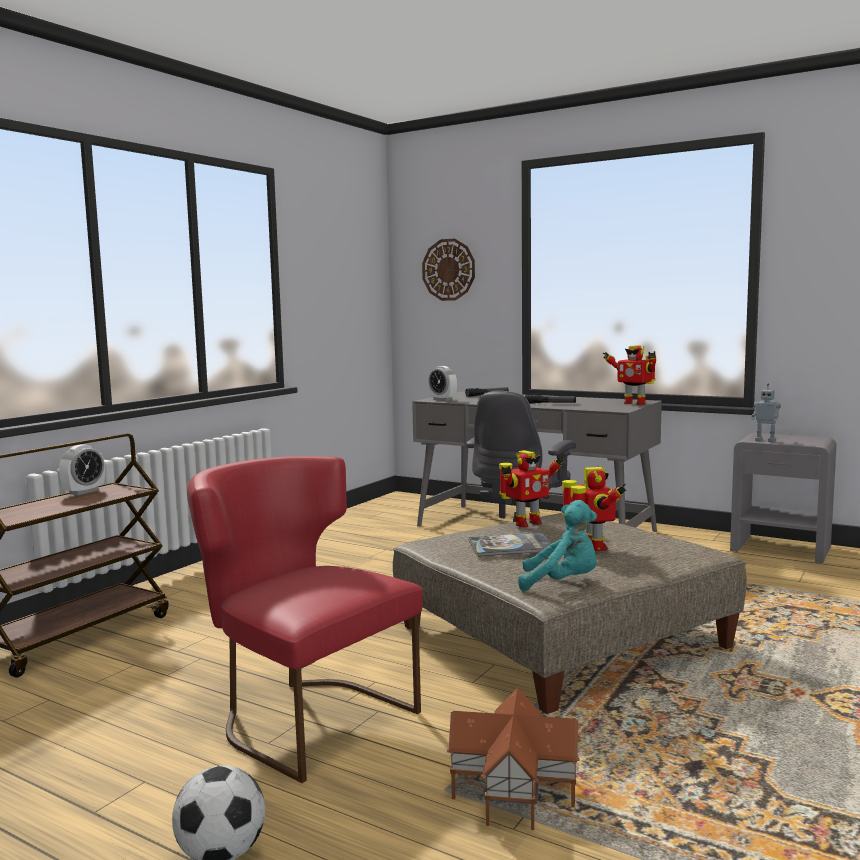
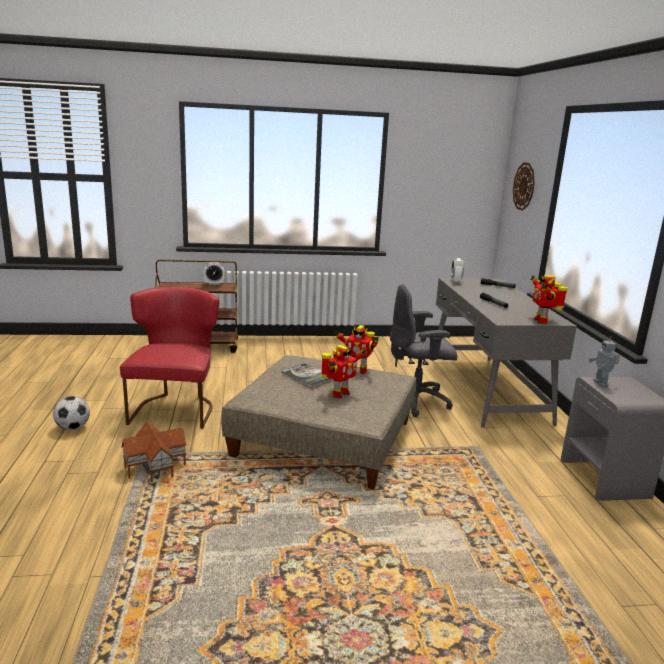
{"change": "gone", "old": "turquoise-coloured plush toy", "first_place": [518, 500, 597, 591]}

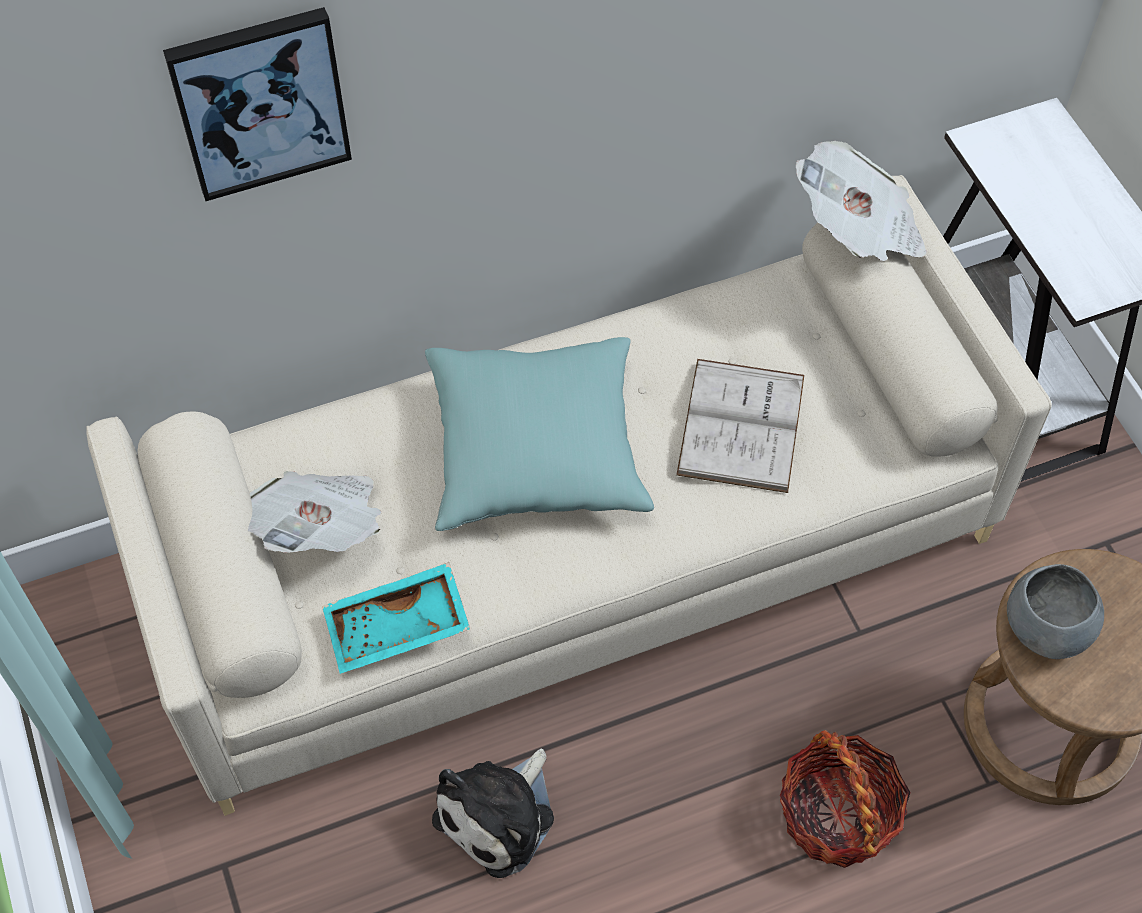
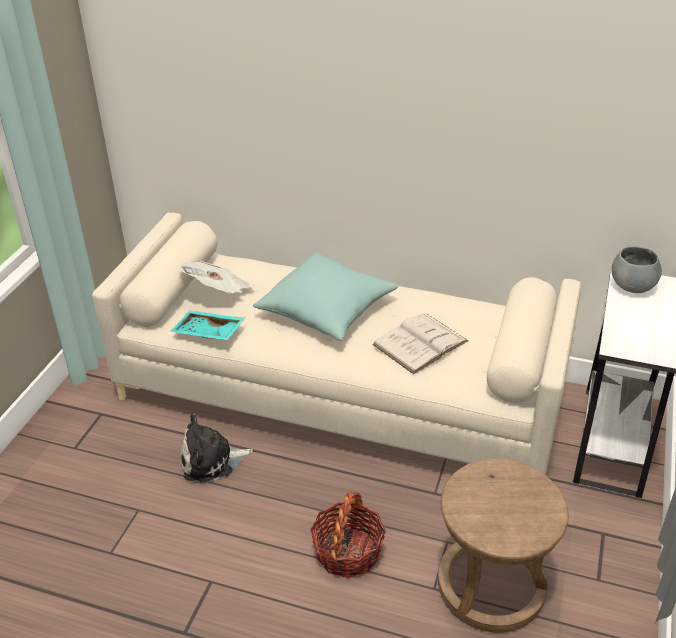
{"change": "gone", "old": "wall picture", "first_place": [163, 7, 352, 201]}
{"change": "gone", "old": "printed paper", "first_place": [796, 141, 927, 261]}
{"change": "shifted", "old": "gray deep dish", "first_place": [1007, 564, 1104, 659], "second_place": [611, 246, 662, 293]}

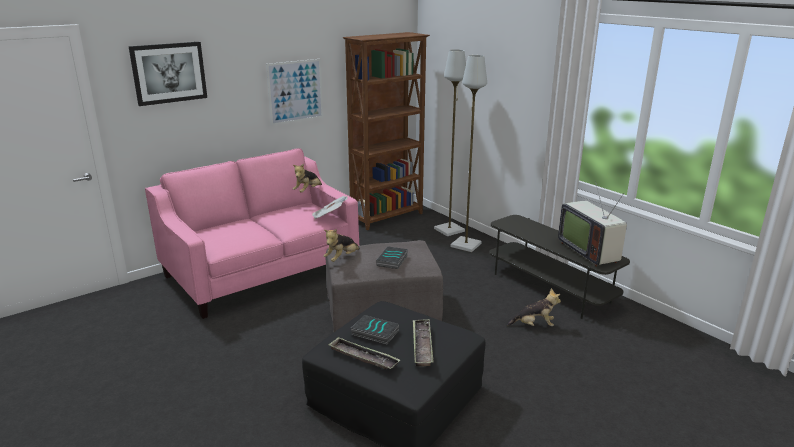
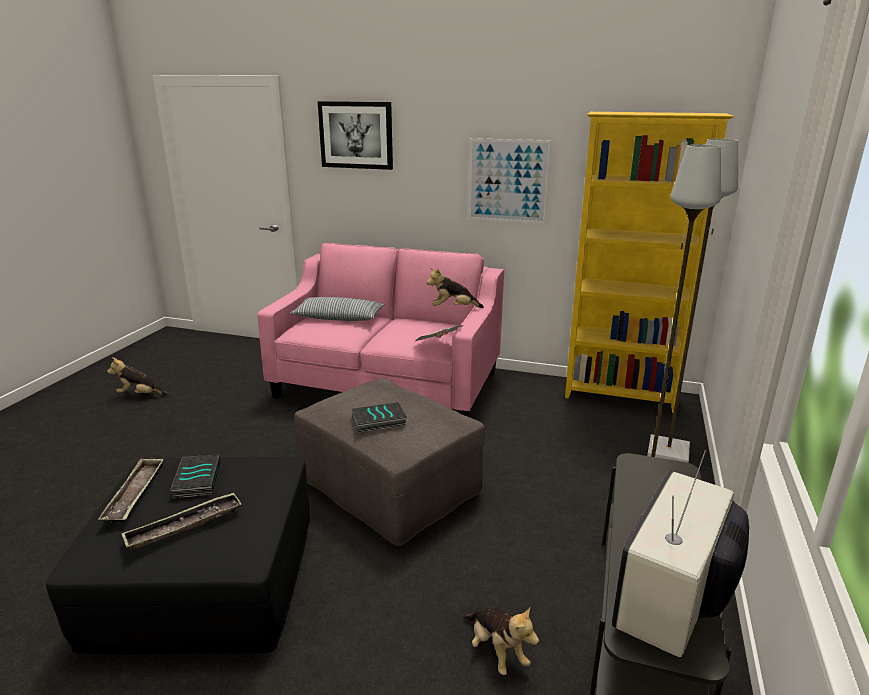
{"change": "shifted", "old": "plush toy", "first_place": [323, 229, 360, 262], "second_place": [107, 357, 170, 396]}
{"change": "repainted", "old": "brown bookcase", "new": "yellow bookcase", "first_place": [343, 32, 430, 230], "second_place": [565, 112, 734, 413]}
{"change": "new", "new": "throw pillow", "second_place": [290, 297, 385, 321]}

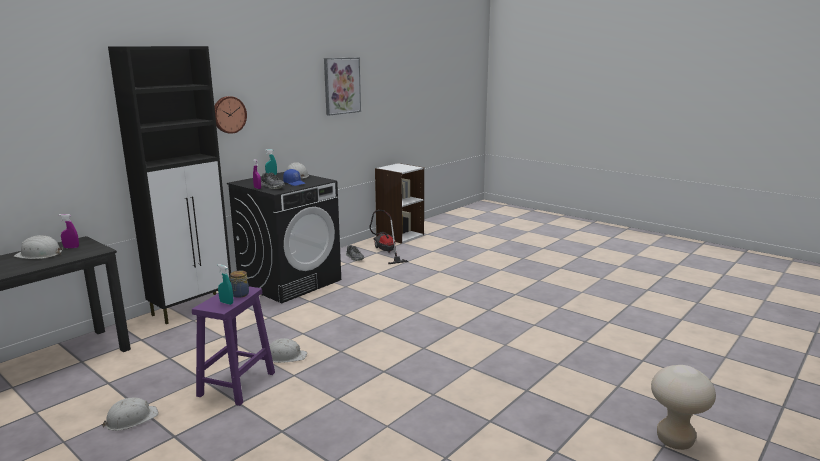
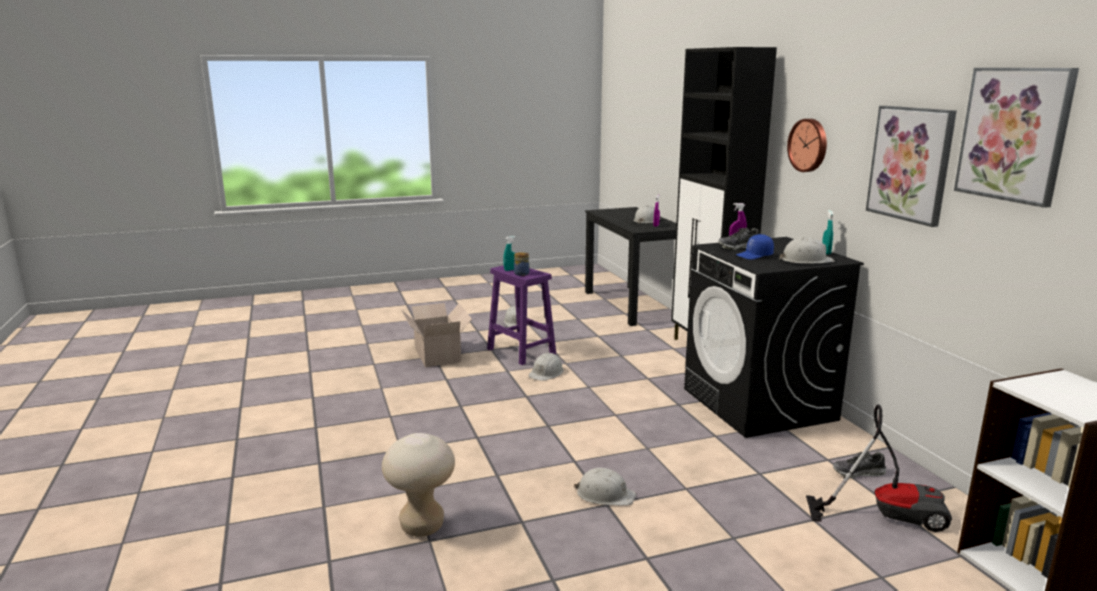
{"change": "shifted", "old": "beige-coloured stool", "first_place": [651, 365, 716, 450], "second_place": [382, 433, 455, 537]}
{"change": "new", "new": "carton", "second_place": [401, 303, 472, 367]}
{"change": "new", "new": "white-coloured hard hat", "second_place": [574, 468, 636, 506]}
{"change": "new", "new": "wall picture", "second_place": [866, 106, 957, 227]}

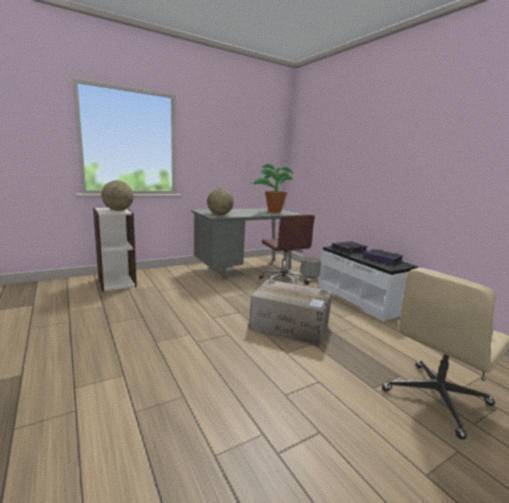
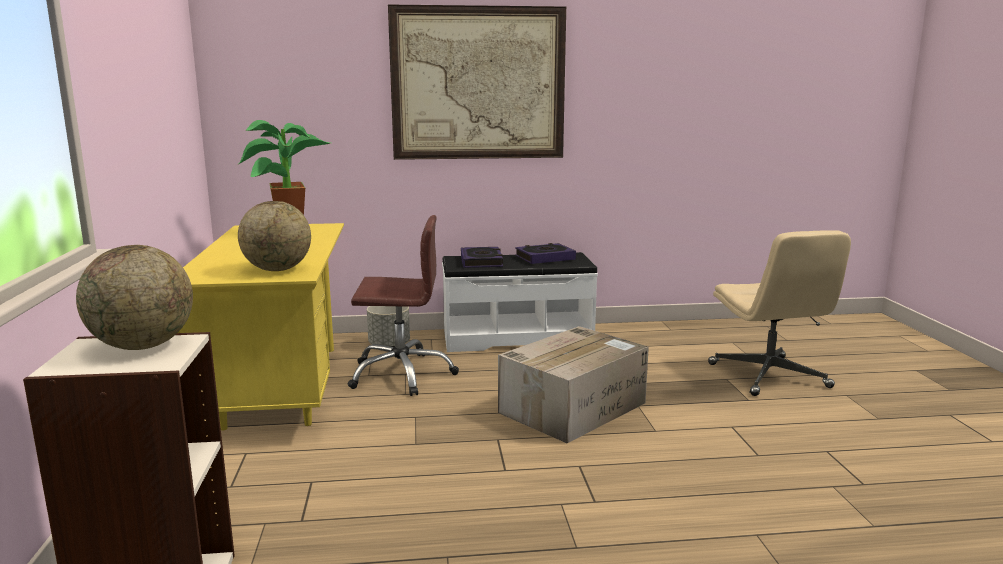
{"change": "repainted", "old": "gray desk table", "new": "yellow desk table", "first_place": [191, 208, 302, 279], "second_place": [178, 223, 344, 431]}
{"change": "new", "new": "wall picture", "second_place": [388, 5, 566, 160]}

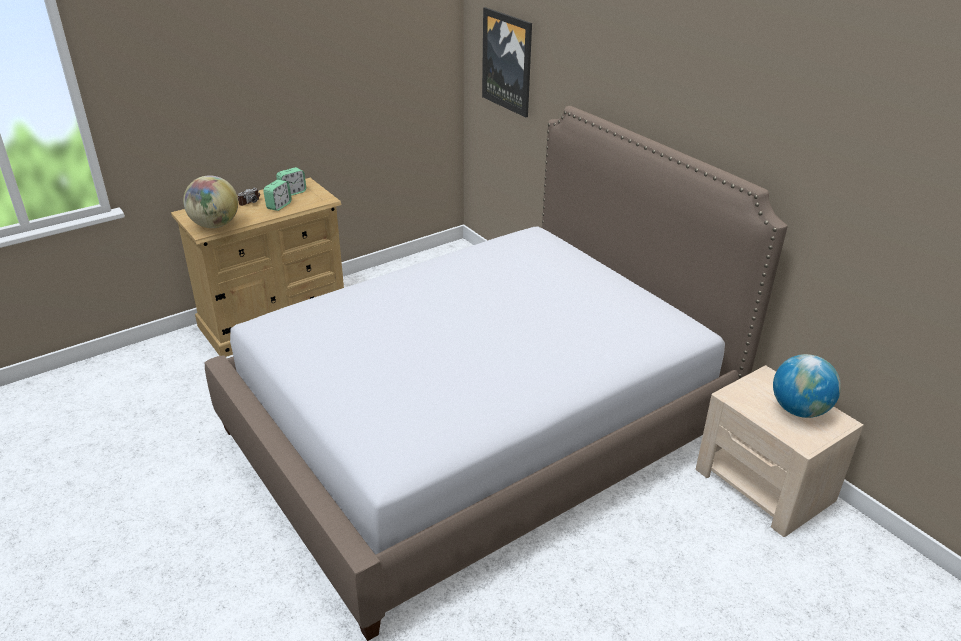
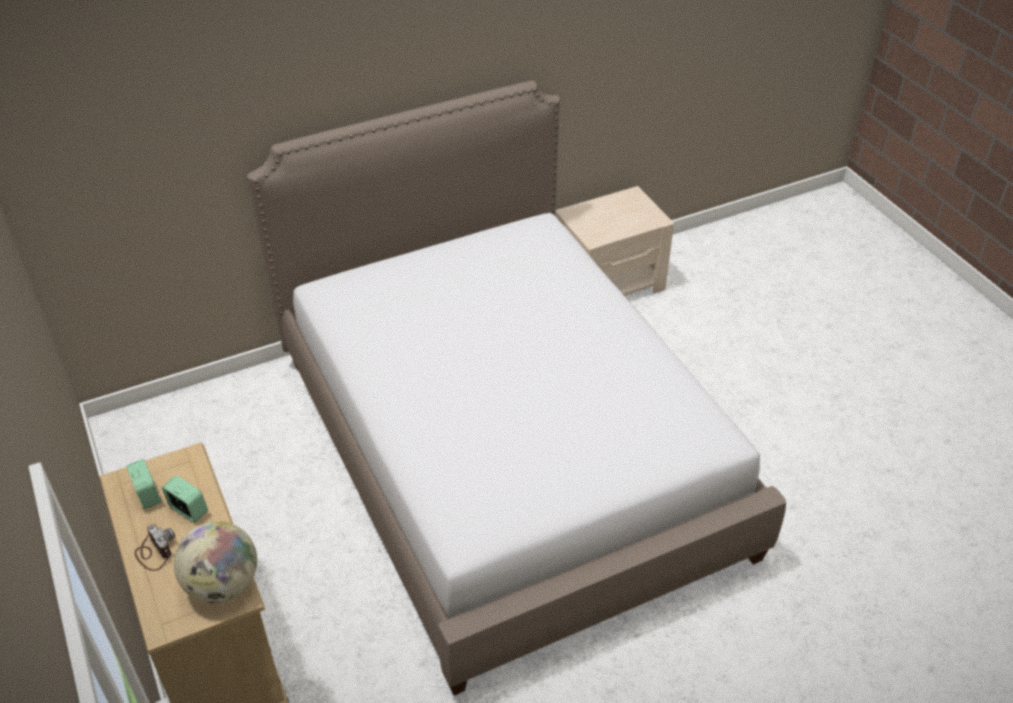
{"change": "gone", "old": "wall picture", "first_place": [482, 7, 532, 117]}
{"change": "gone", "old": "desk globe", "first_place": [773, 354, 841, 418]}

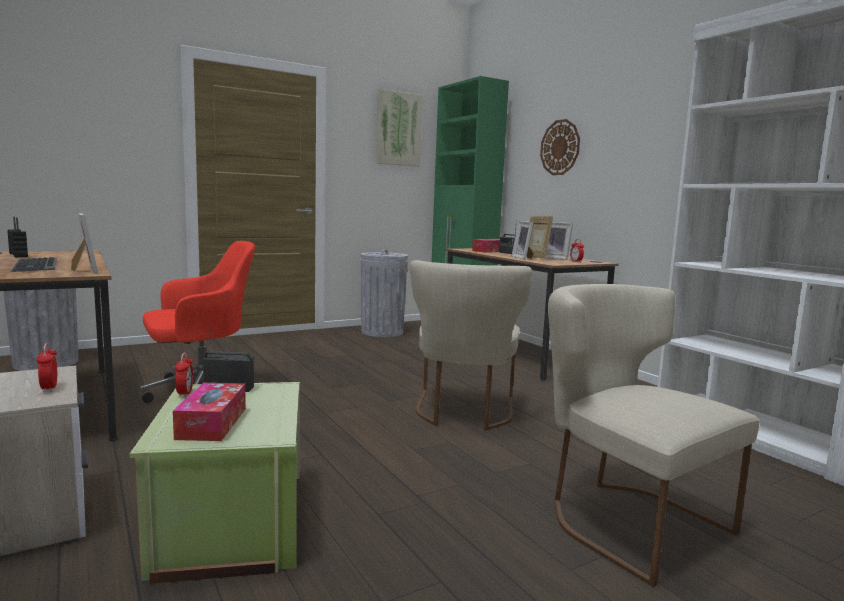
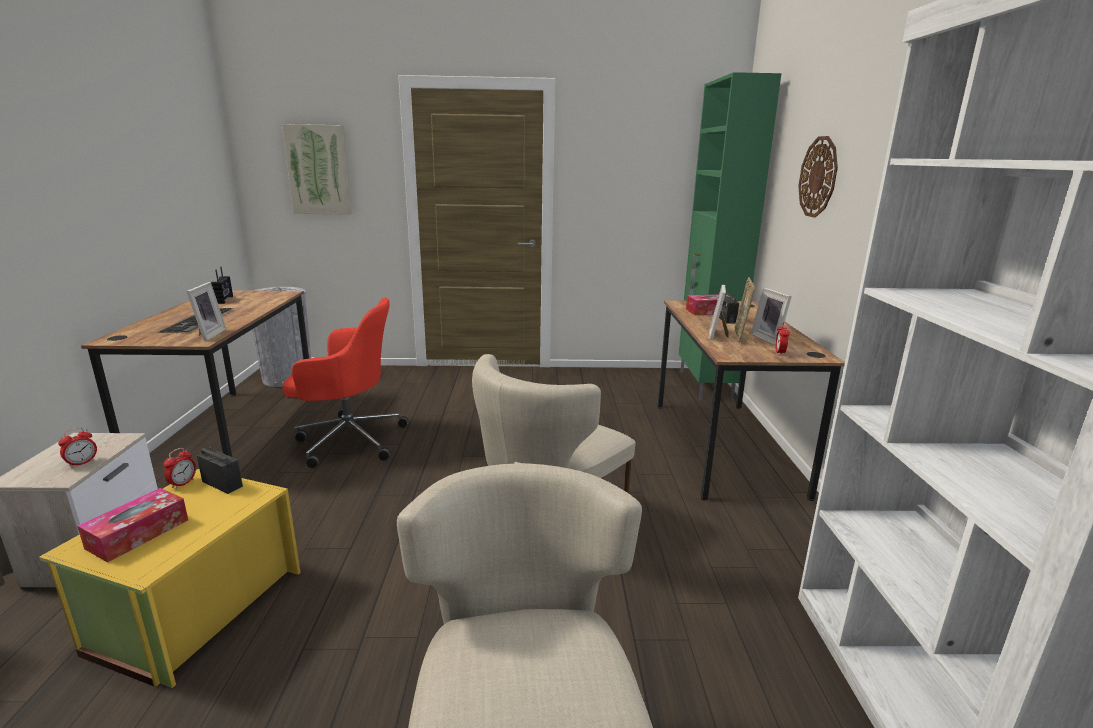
{"change": "rotated", "old": "table clock", "first_place": [36, 343, 57, 392], "second_place": [58, 428, 97, 468], "degrees": -150}
{"change": "repainted", "old": "green-coloured storage box", "new": "yellow storage box", "first_place": [130, 382, 300, 584], "second_place": [39, 469, 301, 688]}
{"change": "gone", "old": "gray trash can", "first_place": [360, 250, 408, 337]}
{"change": "shifted", "old": "wall picture", "first_place": [376, 89, 423, 167], "second_place": [282, 124, 352, 215]}

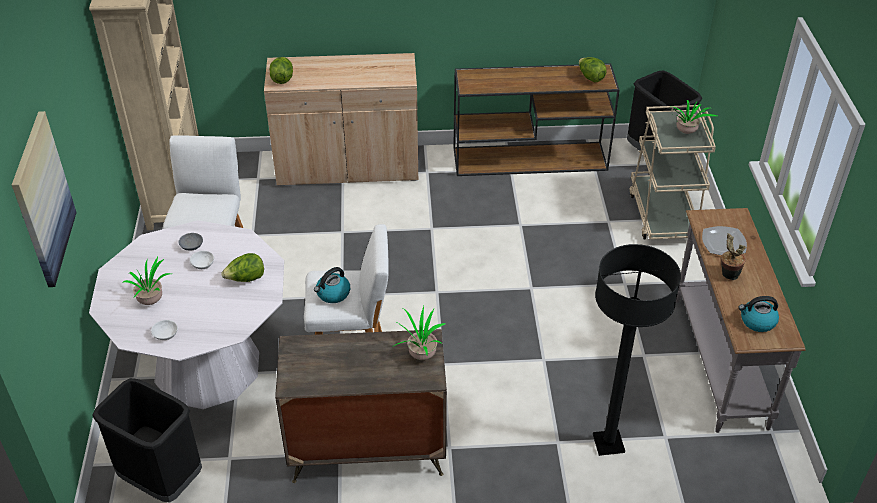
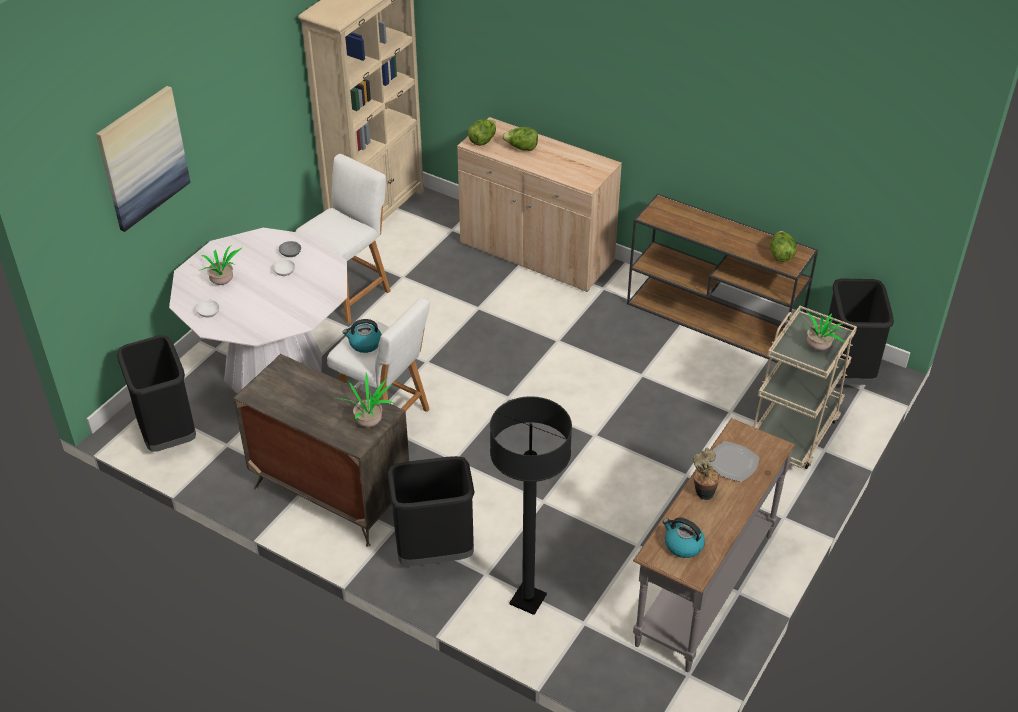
{"change": "shifted", "old": "lettuce", "first_place": [222, 253, 264, 282], "second_place": [502, 127, 538, 151]}
{"change": "new", "new": "blackish trash can", "second_place": [387, 456, 475, 566]}

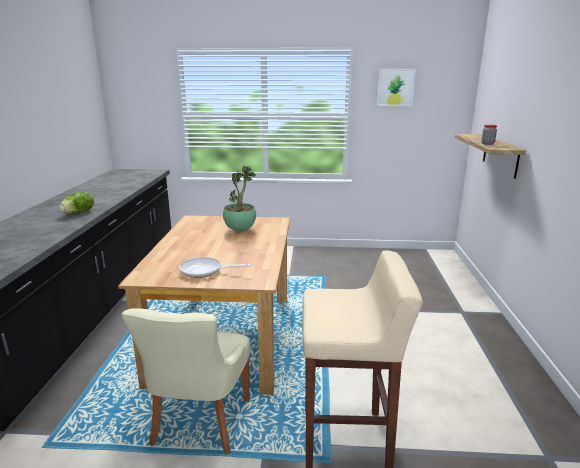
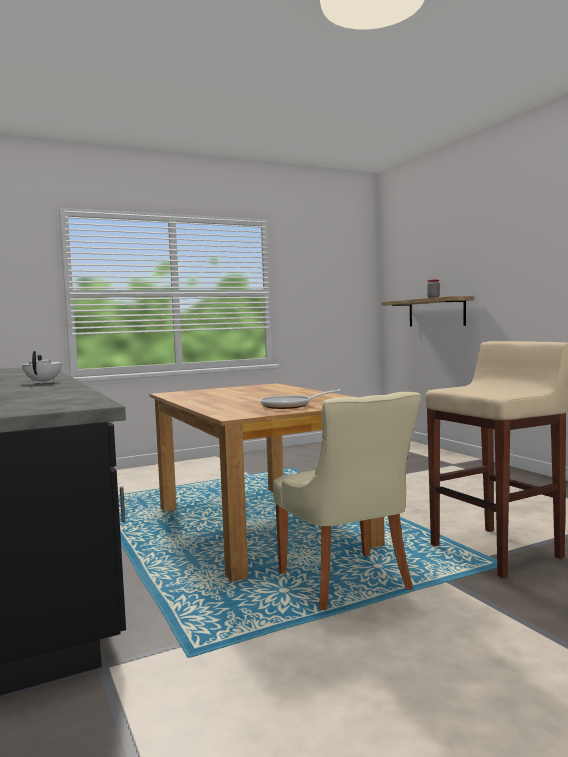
{"change": "swapped", "old": "lettuce", "new": "white-coloured pot for tea", "first_place": [59, 192, 94, 214], "second_place": [22, 351, 62, 384]}
{"change": "gone", "old": "plant in a pot", "first_place": [223, 165, 256, 231]}
{"change": "gone", "old": "wall picture", "first_place": [377, 69, 416, 106]}

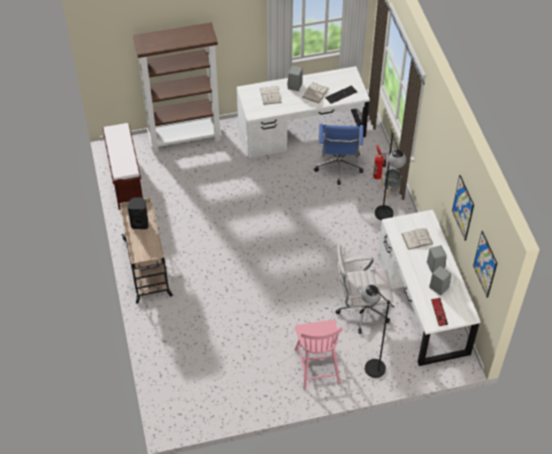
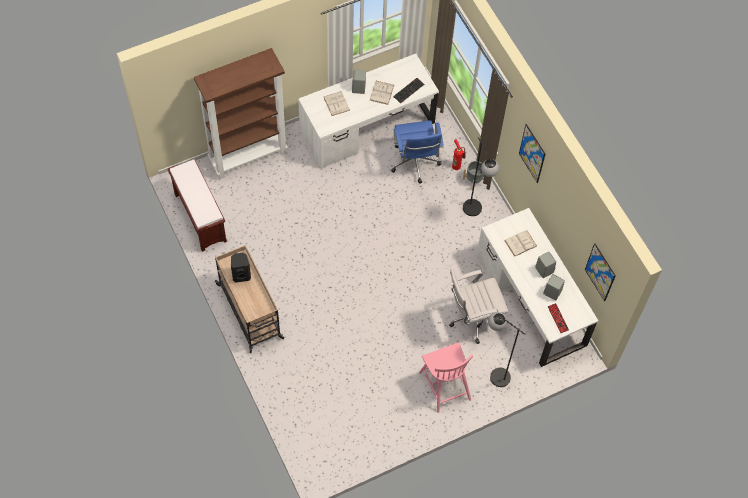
{"change": "shifted", "old": "wall picture", "first_place": [452, 175, 474, 241], "second_place": [519, 124, 545, 183]}

